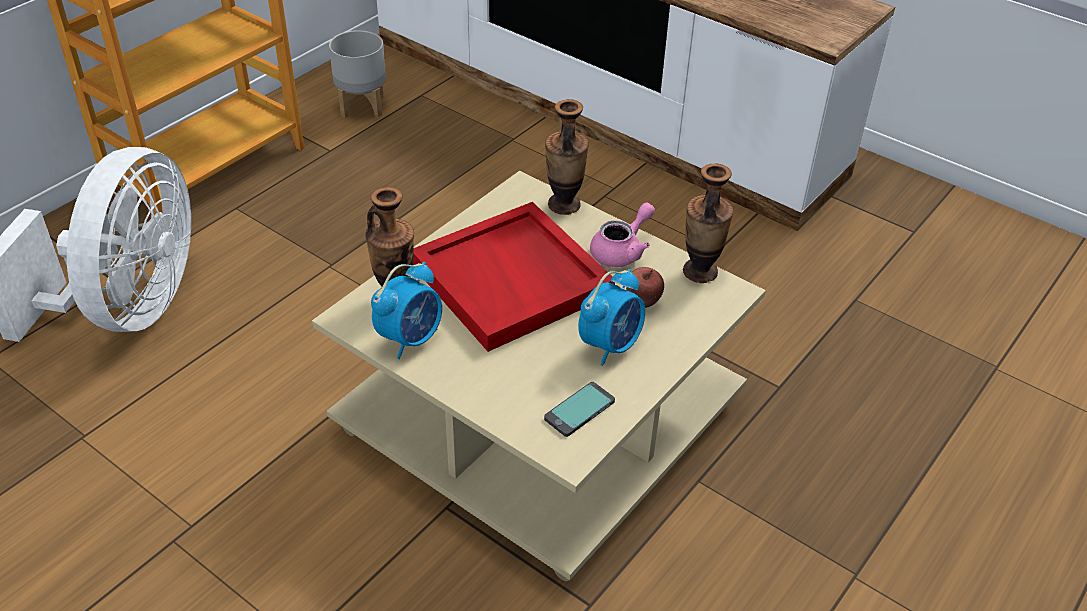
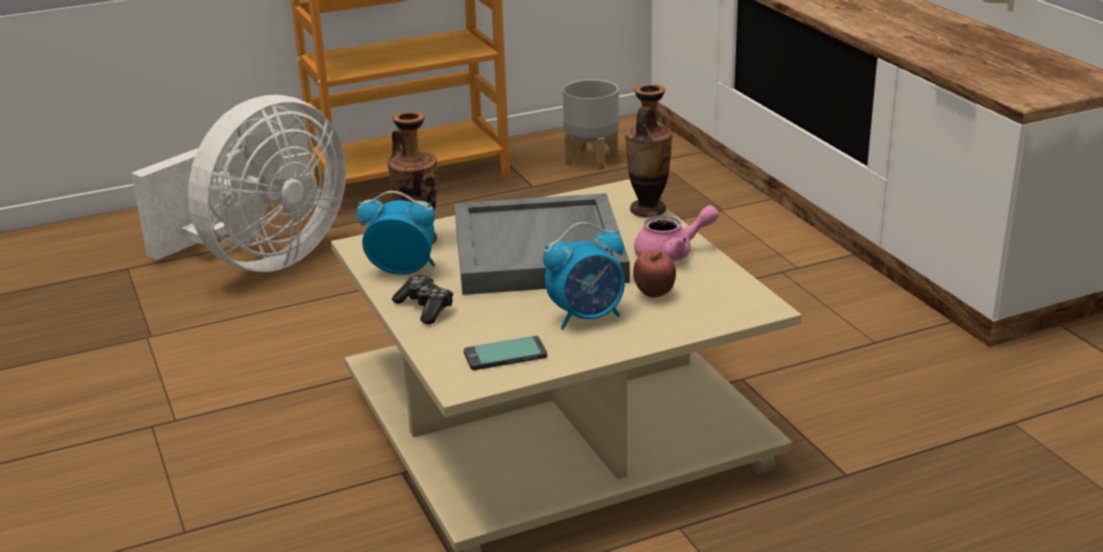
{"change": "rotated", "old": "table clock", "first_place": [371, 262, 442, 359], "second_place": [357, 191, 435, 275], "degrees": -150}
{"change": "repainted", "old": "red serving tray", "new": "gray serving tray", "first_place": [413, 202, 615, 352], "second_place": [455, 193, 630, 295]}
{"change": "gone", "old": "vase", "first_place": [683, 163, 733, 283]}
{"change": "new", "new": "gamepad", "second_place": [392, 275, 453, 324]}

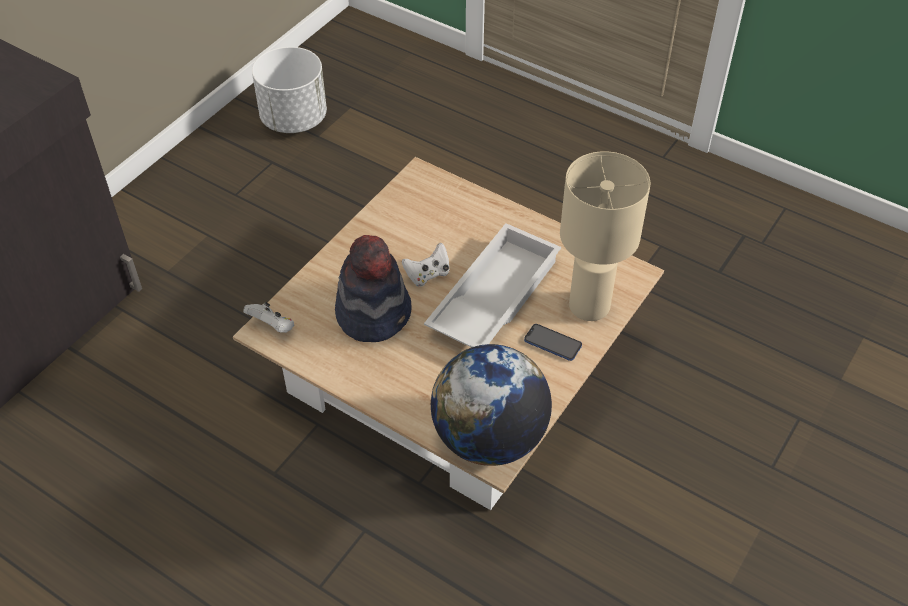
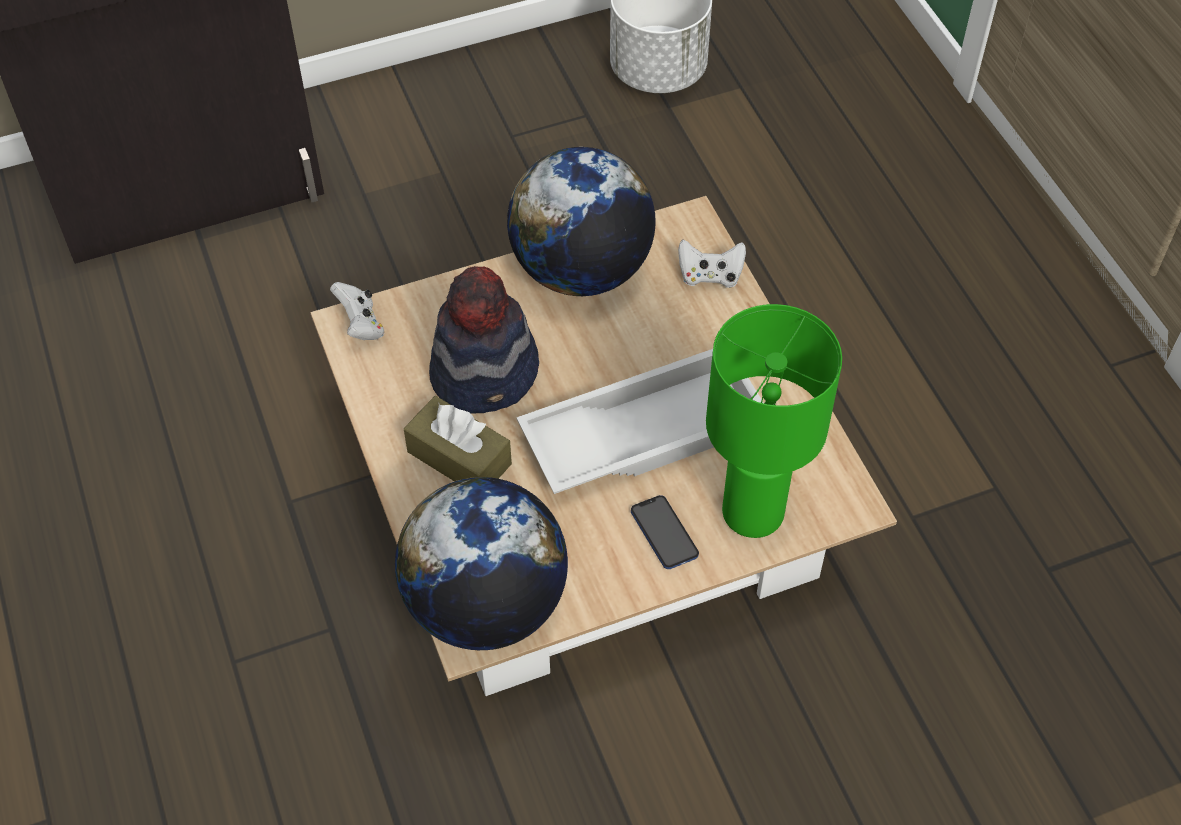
{"change": "shifted", "old": "white-coloured gamepad", "first_place": [402, 243, 449, 287], "second_place": [678, 240, 746, 288]}
{"change": "repainted", "old": "beige-coloured table lamp", "new": "green-coloured table lamp", "first_place": [560, 151, 650, 321], "second_place": [706, 304, 842, 538]}
{"change": "new", "new": "brown tissue holder", "second_place": [404, 396, 512, 482]}
{"change": "new", "new": "desk globe", "second_place": [507, 147, 656, 296]}

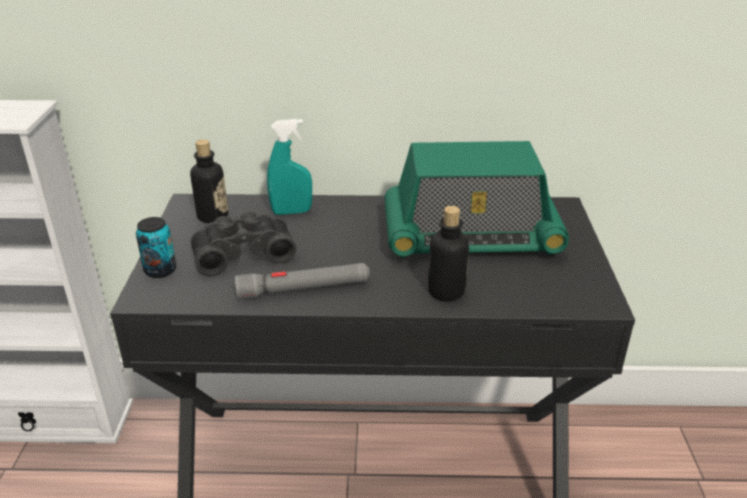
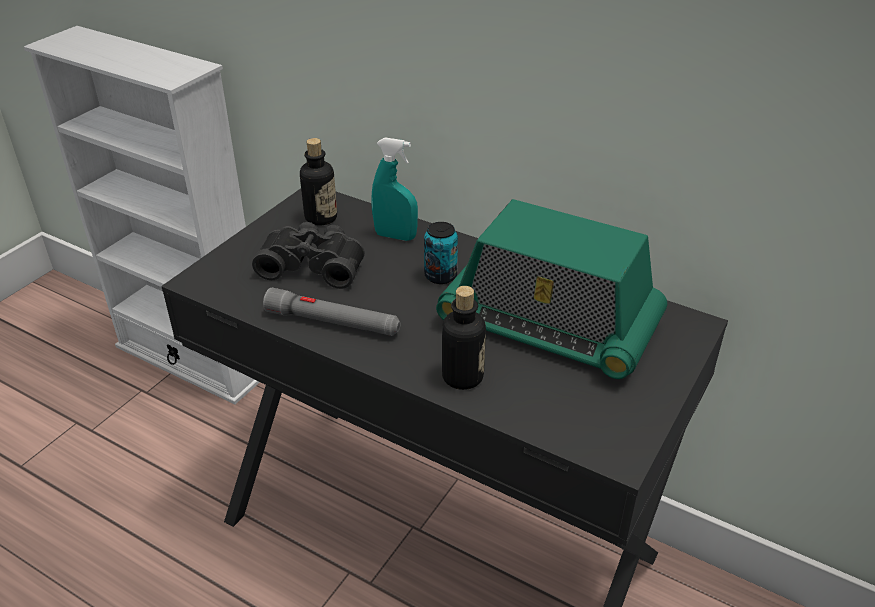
{"change": "shifted", "old": "metal can", "first_place": [136, 217, 176, 278], "second_place": [424, 222, 458, 284]}

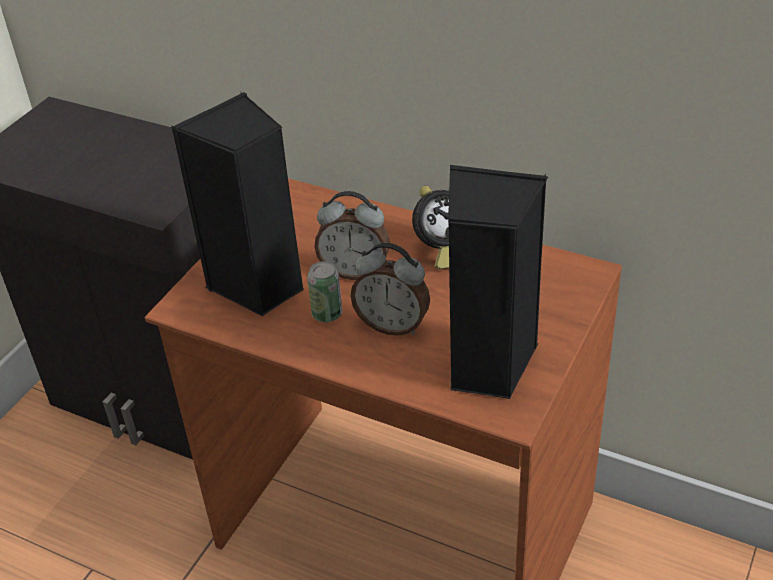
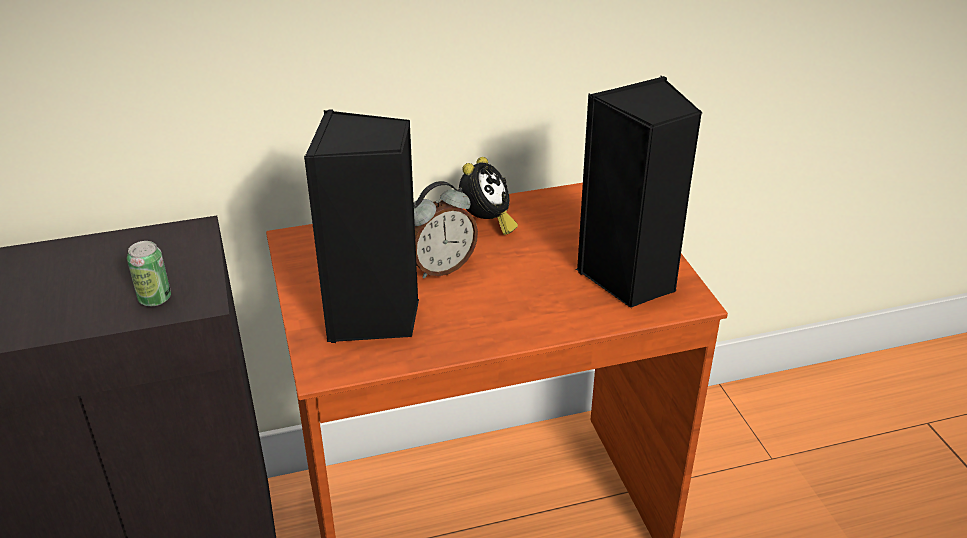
{"change": "shifted", "old": "metal can", "first_place": [307, 261, 342, 322], "second_place": [127, 241, 171, 306]}
{"change": "gone", "old": "table clock", "first_place": [351, 243, 430, 336]}

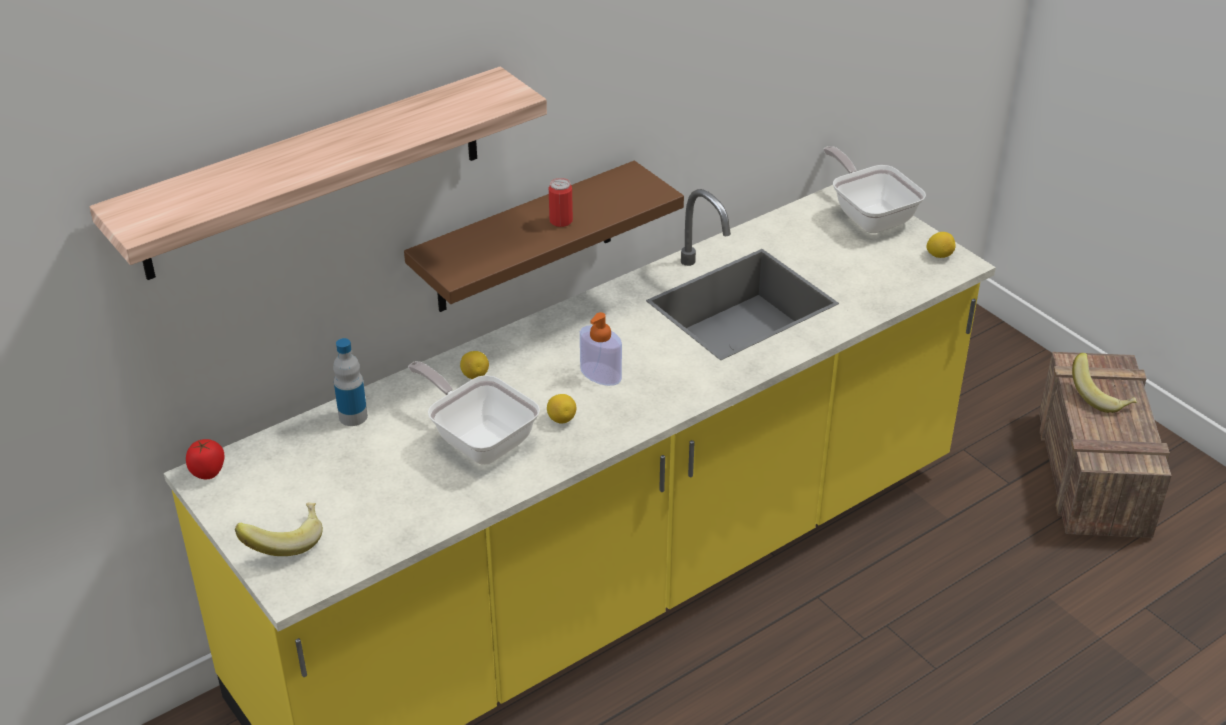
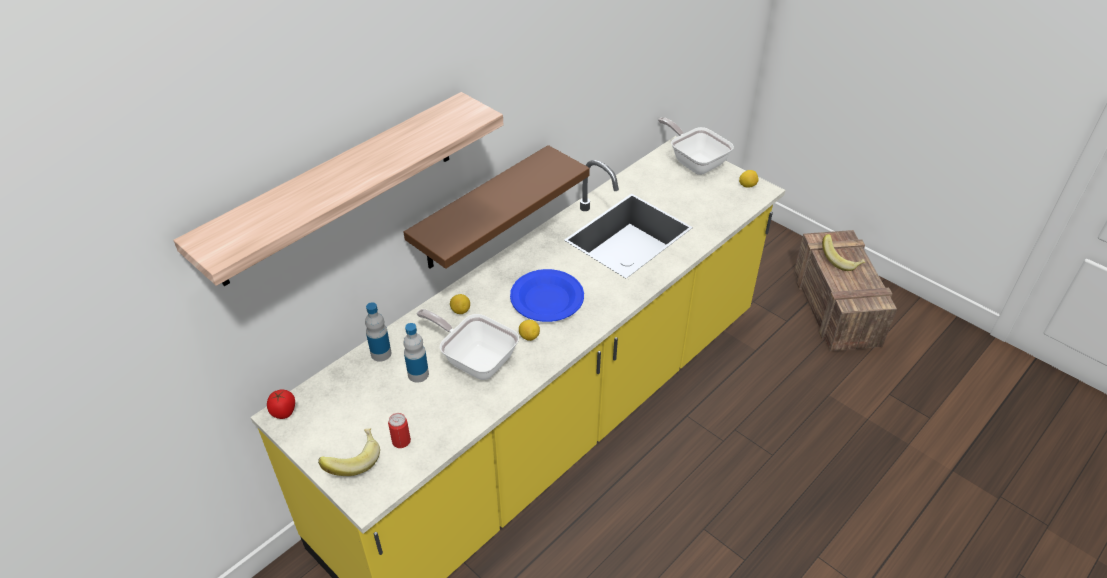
{"change": "shifted", "old": "metal can", "first_place": [549, 178, 573, 227], "second_place": [388, 413, 411, 448]}
{"change": "swapped", "old": "soap bottle", "new": "bluish dinner plate", "first_place": [580, 312, 622, 386], "second_place": [510, 269, 584, 322]}
{"change": "new", "new": "drink bottle", "second_place": [403, 323, 429, 383]}

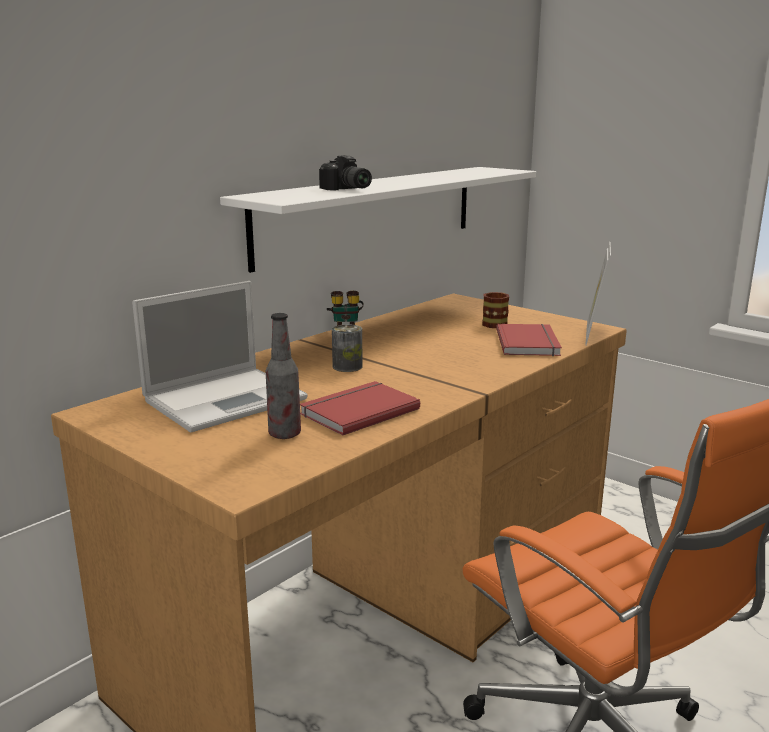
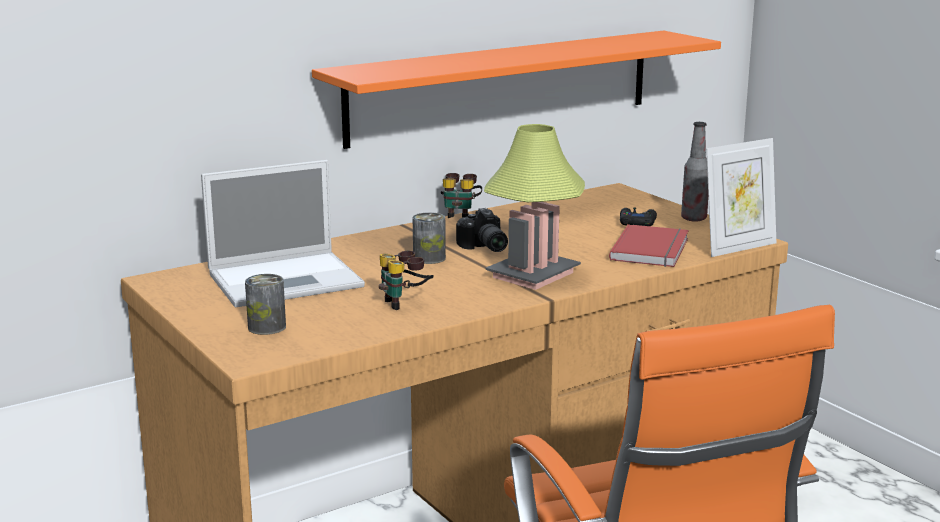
{"change": "repainted", "old": "white-coloured shelf", "new": "orange shelf", "first_place": [220, 167, 536, 273], "second_place": [312, 31, 721, 149]}
{"change": "shifted", "old": "drink bottle", "first_place": [266, 313, 301, 439], "second_place": [681, 122, 708, 222]}
{"change": "swapped", "old": "red book", "new": "pair of binoculars", "first_place": [300, 381, 420, 436], "second_place": [379, 251, 434, 310]}
{"change": "shifted", "old": "photo camera", "first_place": [319, 155, 372, 190], "second_place": [456, 208, 508, 252]}
{"change": "swapped", "old": "tea mug", "new": "blackish gamepad", "first_place": [482, 292, 509, 328], "second_place": [620, 207, 657, 226]}
{"change": "rotated", "old": "photo frame", "first_place": [585, 242, 611, 346], "second_place": [706, 138, 776, 257], "degrees": -150}
{"change": "new", "new": "metal can", "second_place": [245, 274, 286, 335]}
{"change": "new", "new": "table lamp", "second_place": [484, 124, 585, 290]}

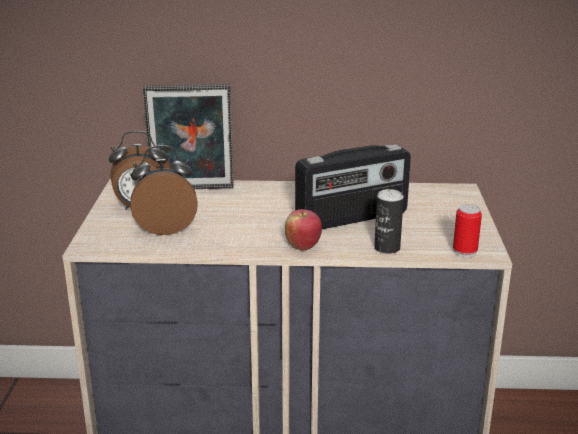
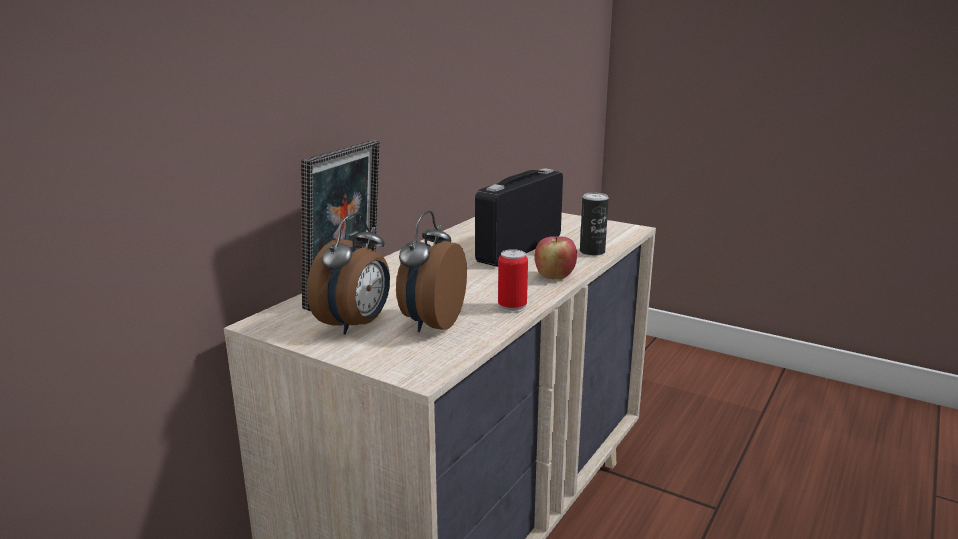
{"change": "rotated", "old": "radio", "first_place": [295, 144, 411, 229], "second_place": [475, 168, 563, 267], "degrees": -150}
{"change": "shifted", "old": "metal can", "first_place": [453, 204, 482, 257], "second_place": [498, 249, 528, 313]}

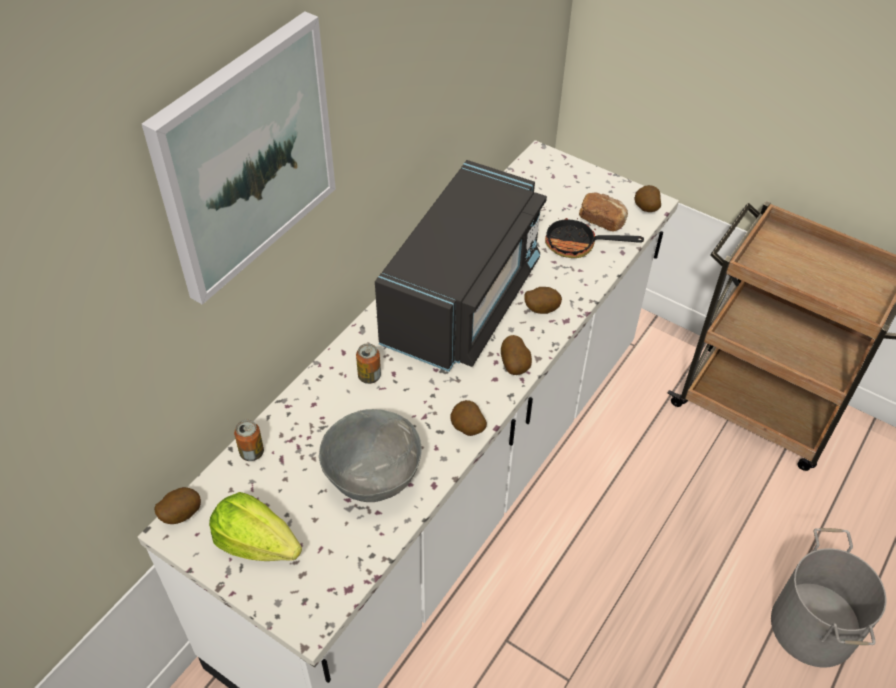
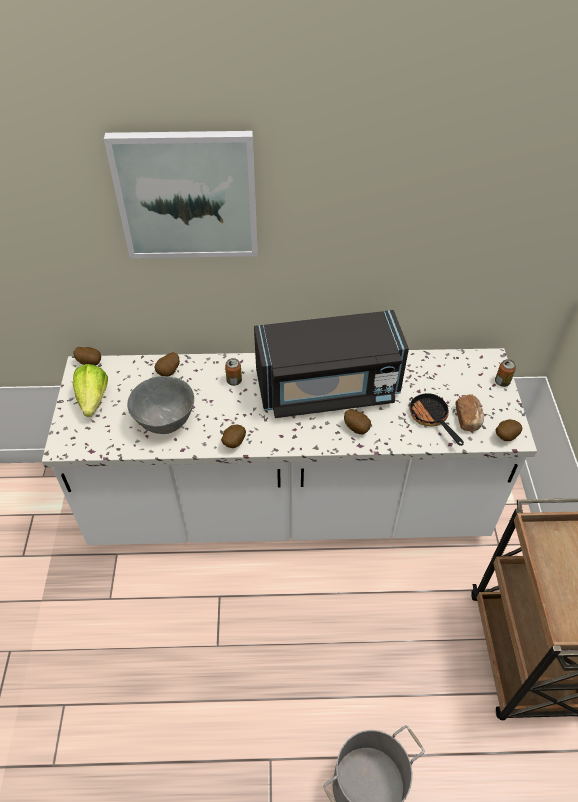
{"change": "shifted", "old": "metal can", "first_place": [234, 420, 264, 461], "second_place": [495, 359, 516, 387]}
{"change": "shifted", "old": "potato", "first_place": [501, 335, 532, 375], "second_place": [154, 352, 180, 376]}

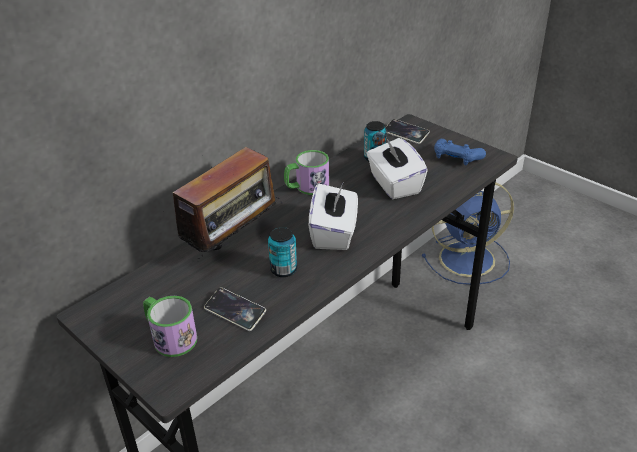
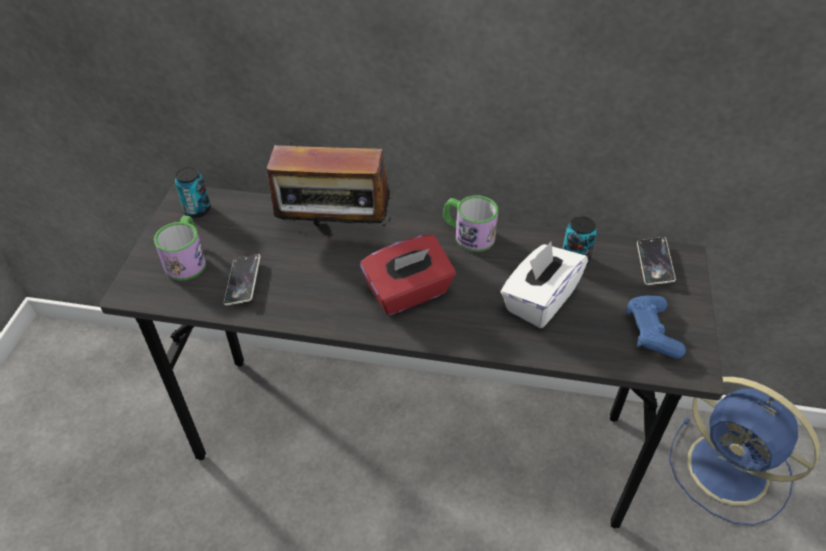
{"change": "shifted", "old": "metal can", "first_place": [268, 227, 297, 277], "second_place": [175, 167, 211, 218]}
{"change": "repainted", "old": "white-coloured tissue holder", "new": "red tissue holder", "first_place": [309, 184, 358, 250], "second_place": [360, 234, 456, 315]}

